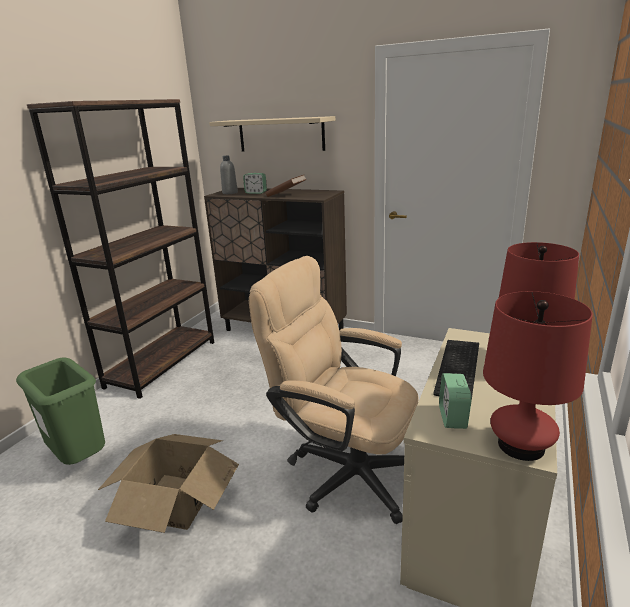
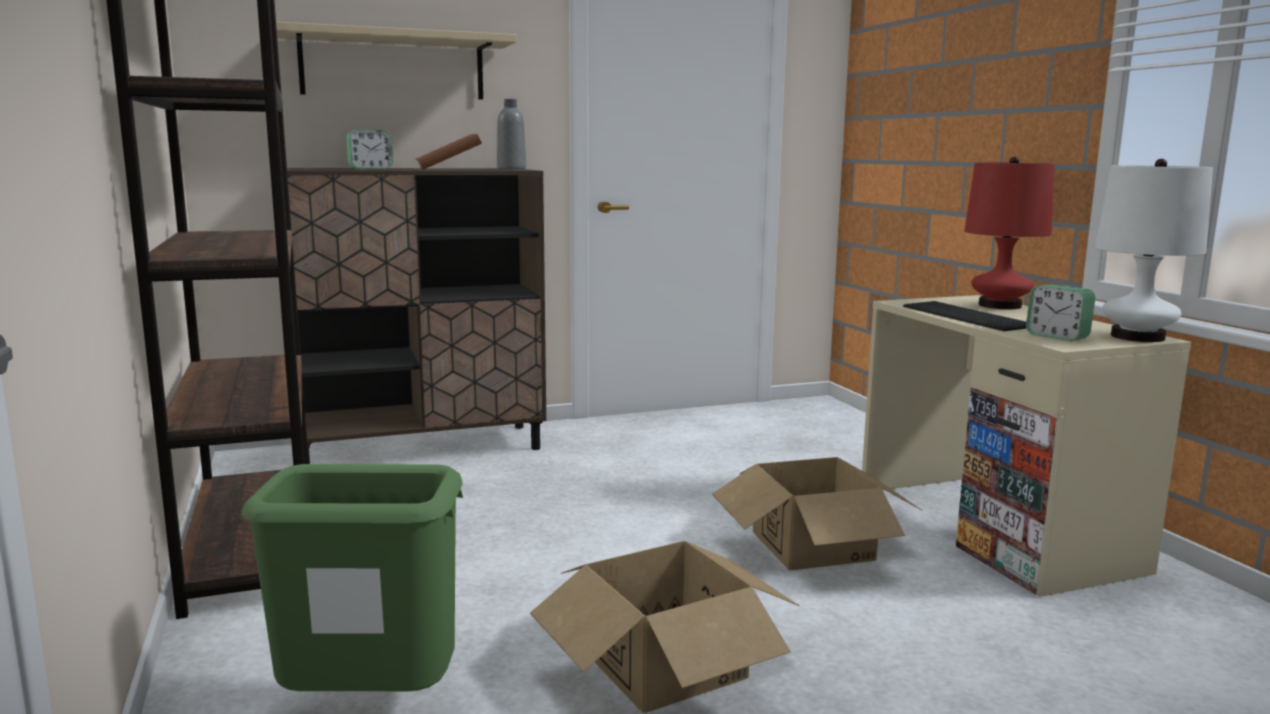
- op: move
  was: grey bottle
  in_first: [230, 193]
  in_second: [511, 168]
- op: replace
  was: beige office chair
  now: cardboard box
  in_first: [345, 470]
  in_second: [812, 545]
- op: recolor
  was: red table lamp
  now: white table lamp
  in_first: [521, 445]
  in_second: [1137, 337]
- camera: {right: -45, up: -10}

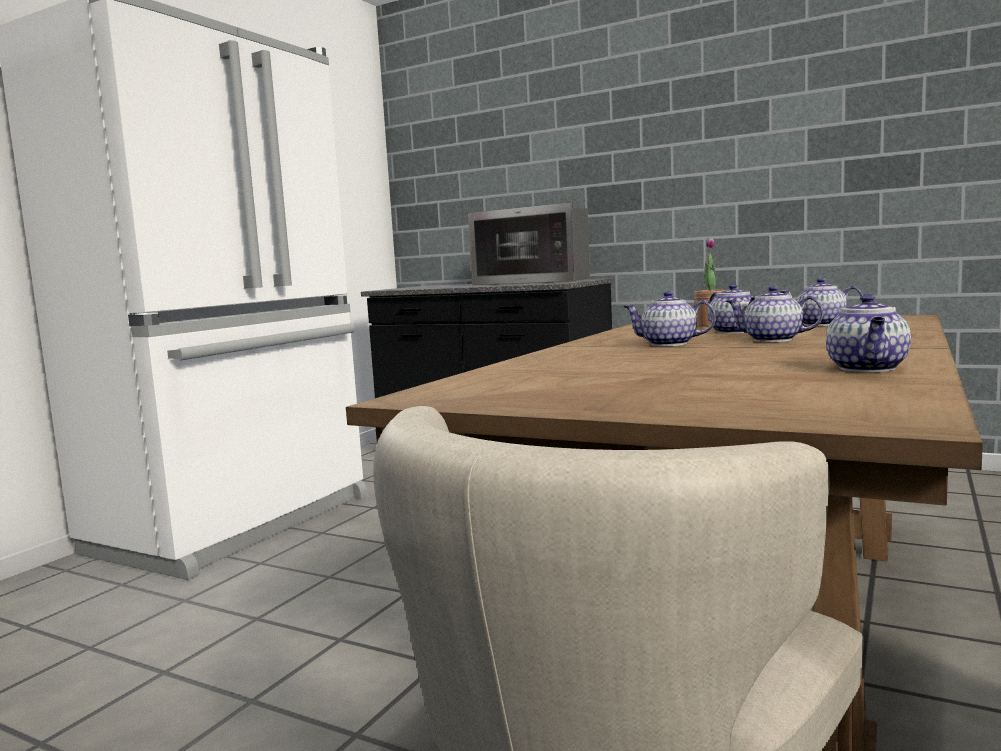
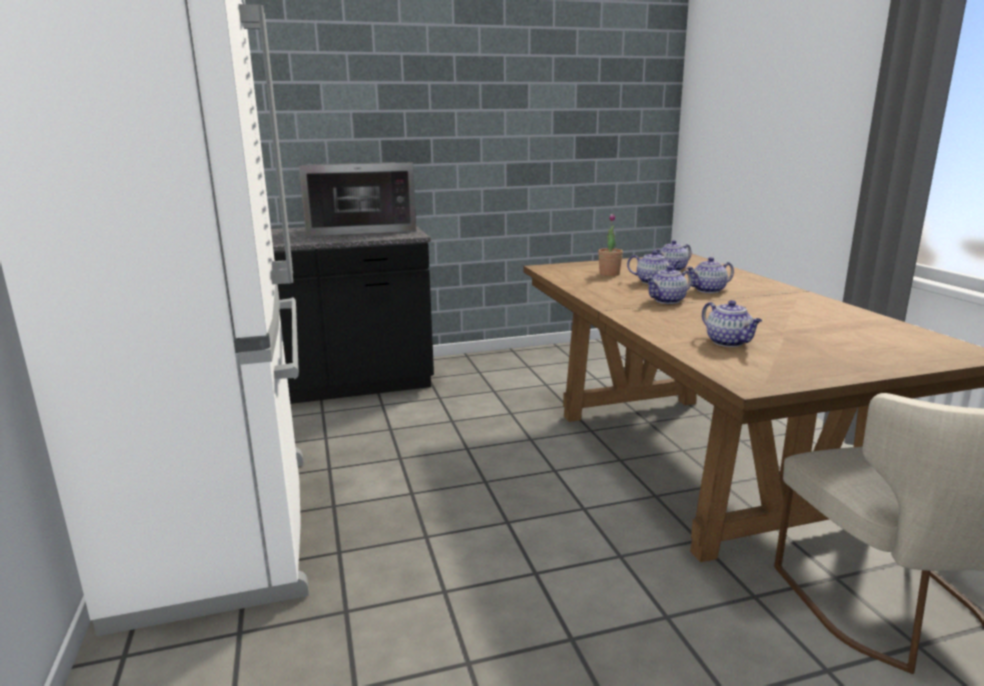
- op: move
  was: teapot
  in_first: [868, 368]
  in_second: [729, 342]
- camera: {right: -45, up: 10}

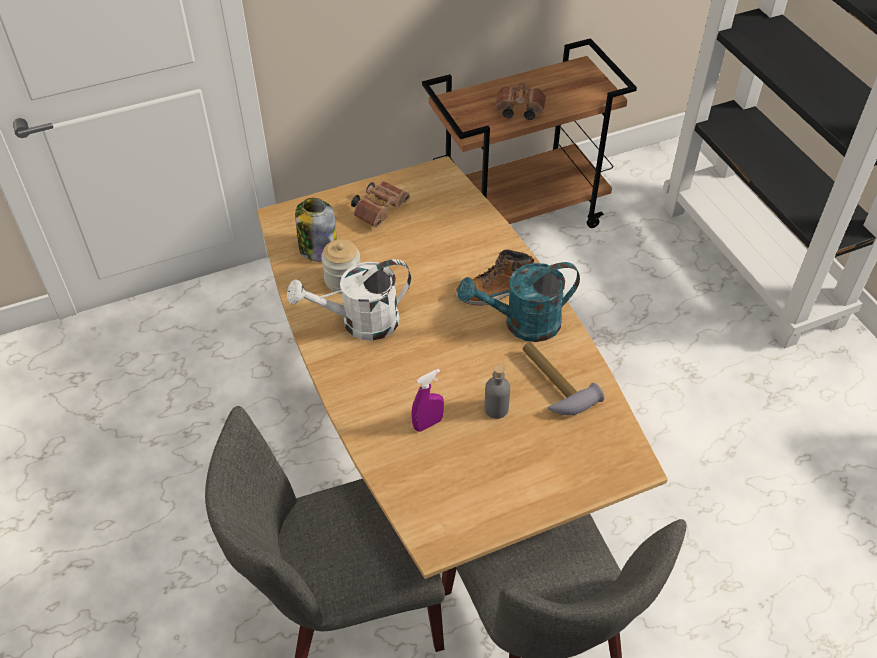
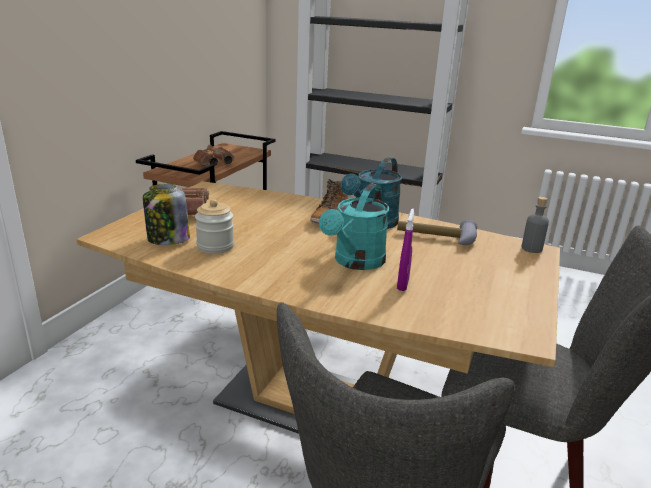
- op: delete
  was: white watering can
  in_first: [360, 323]
- op: insert
  now: turquoise watering can
  in_second: [355, 262]
- op: move
  was: grey bottle
  in_first: [496, 409]
  in_second: [531, 248]
- camera: {right: -45, up: -25}

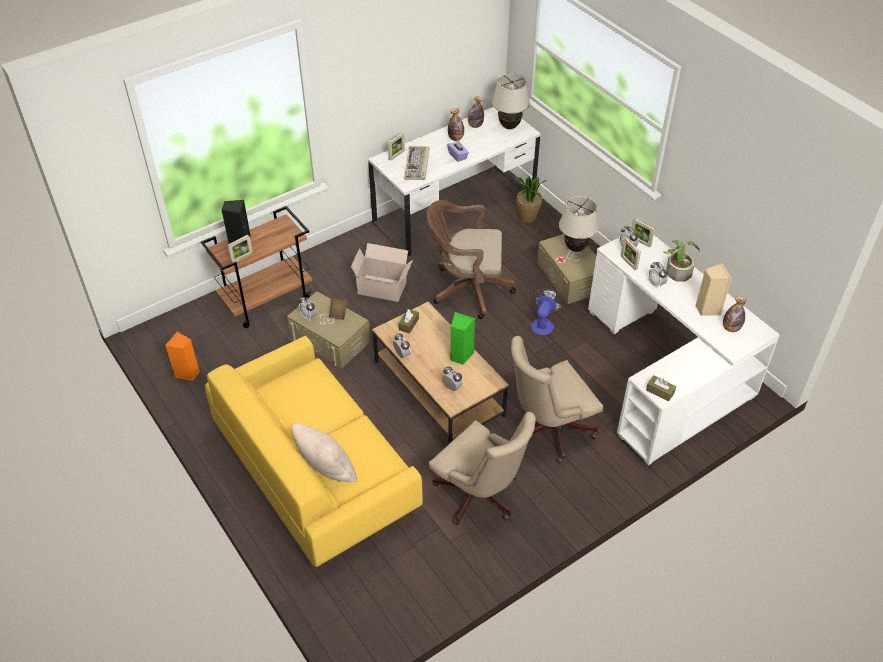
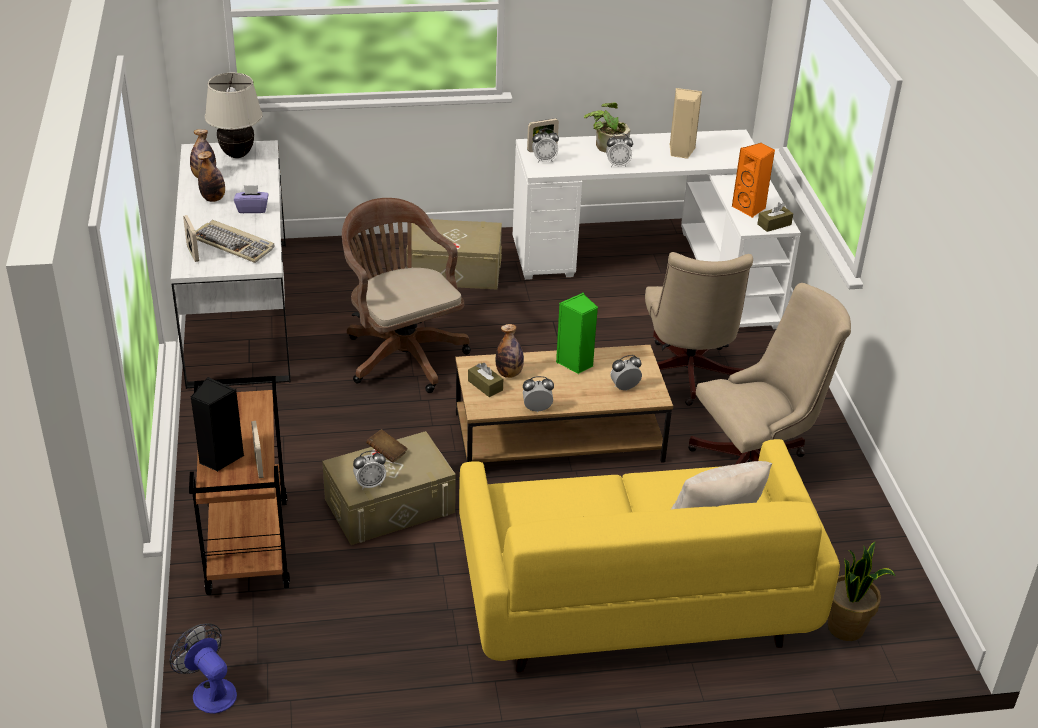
- op: delete
  was: cardboard box
  in_first: [383, 288]
- op: delete
  was: beige table lamp
  in_first: [575, 248]
- op: delete
  was: picture frame
  in_first: [628, 263]
- op: move
  was: orange speaker
  in_first: [188, 373]
  in_second: [750, 208]
- op: move
  was: potted plant
  in_first: [527, 217]
  in_second: [846, 628]
- op: move
  was: fan
  in_first: [543, 323]
  in_second: [209, 690]
- op: move
  was: bottle
  in_first: [731, 328]
  in_second: [509, 373]
- op: rotate
  was: brown office chair
  in_first: [467, 289]
  in_second: [402, 353]
  clockwise: 120
- camera: {right: -65, up: -10}

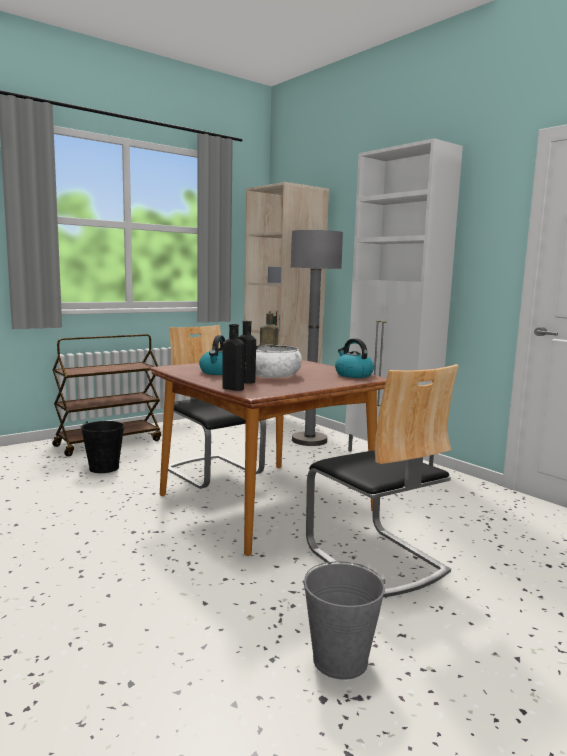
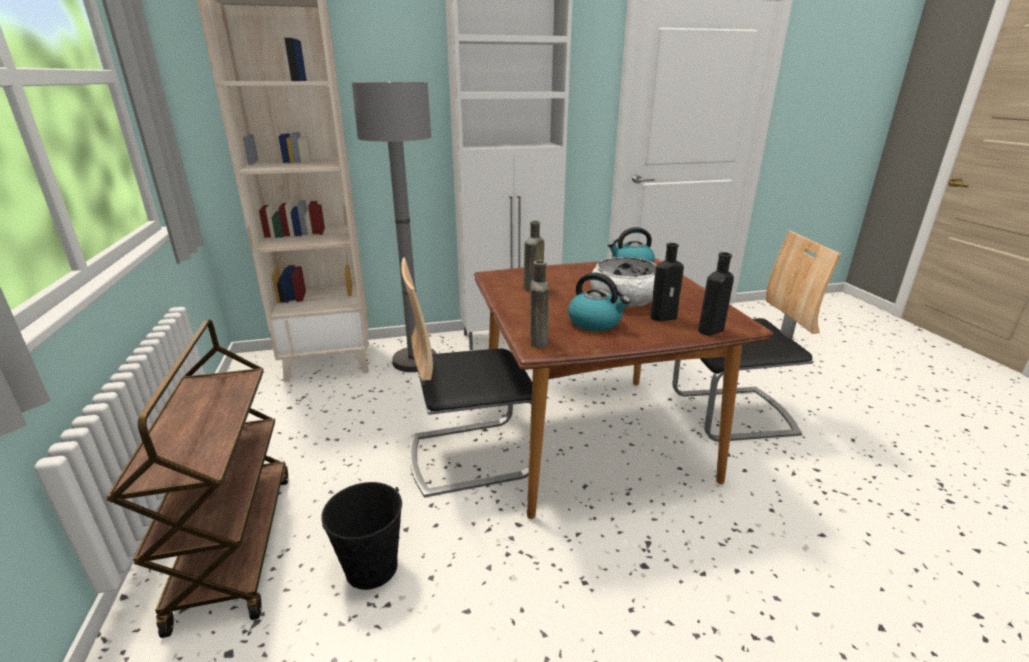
- op: delete
  was: grey bucket
  in_first: [340, 660]
- op: insert
  now: brown bottle
  in_second: [538, 340]
- camera: {right: -65, up: 15}

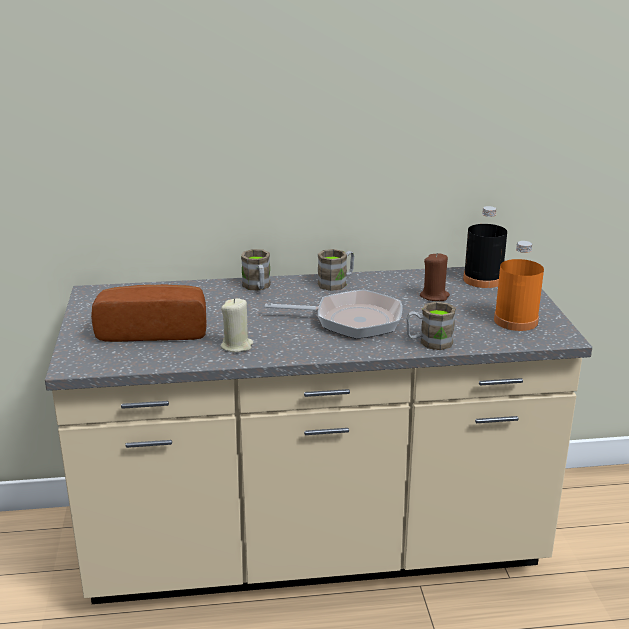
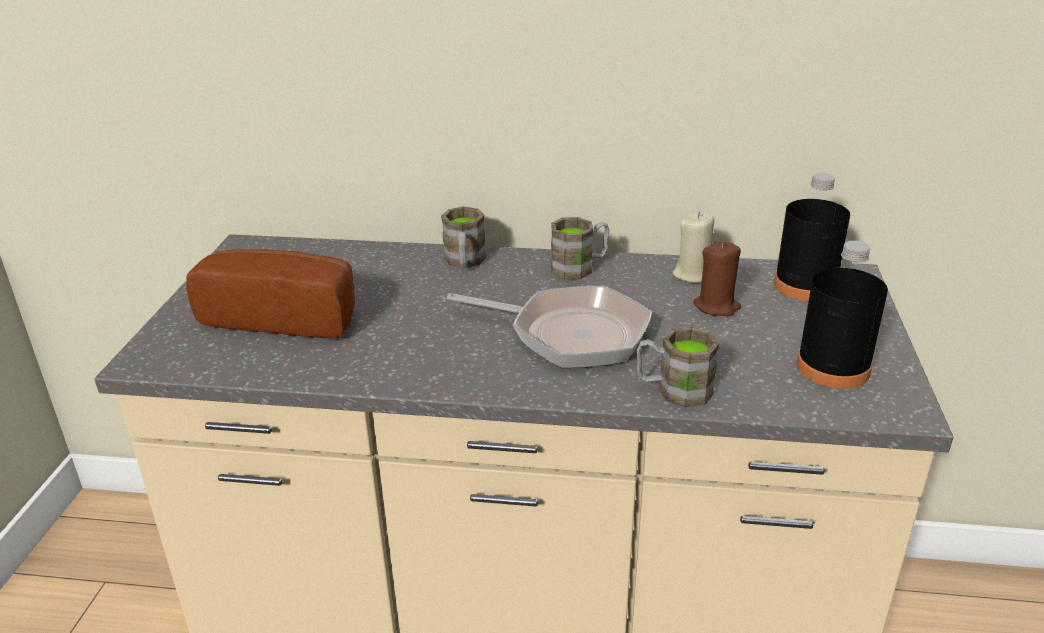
- op: move
  was: beige candle
  in_first: [237, 346]
  in_second: [693, 274]
- op: recolor
  was: orange bottle
  now: black bottle
  in_first: [515, 321]
  in_second: [832, 367]
- camera: {right: 15, up: 5}

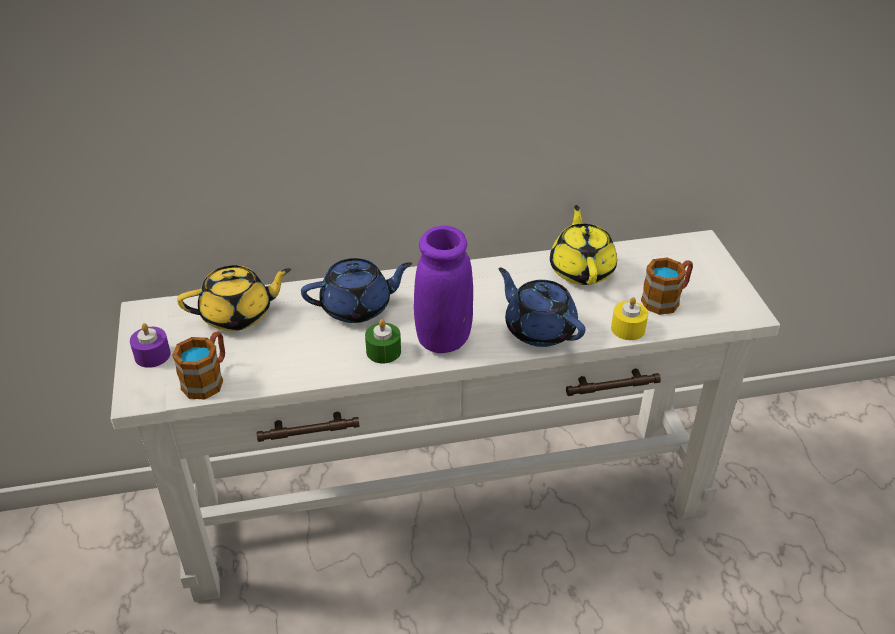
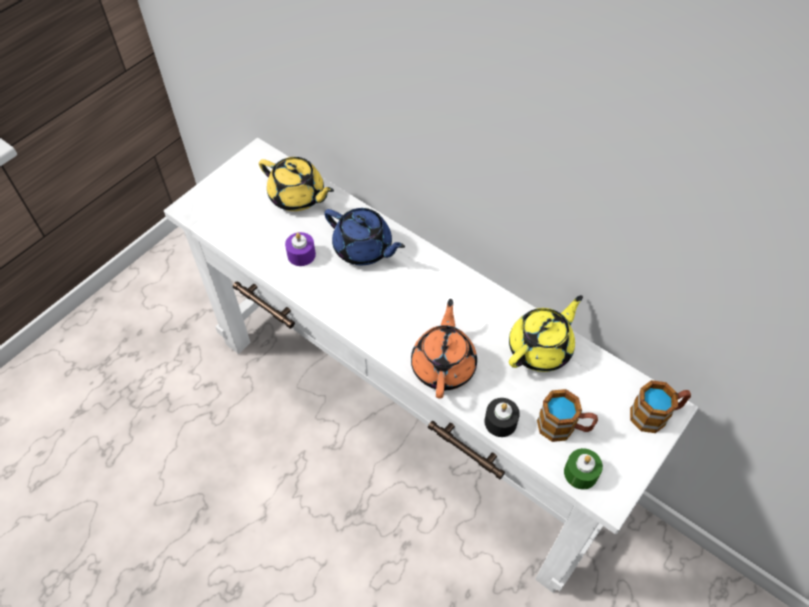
- op: delete
  was: purple vase
  in_first: [444, 339]
- op: move
  was: purple candle
  in_first: [152, 355]
  in_second: [301, 255]
- op: move
  was: mug
  in_first: [208, 379]
  in_second: [655, 414]
- op: move
  was: green candle
  in_first: [383, 351]
  in_second: [580, 473]
- op: recolor
  was: blue teapot
  now: orange teapot
  in_first: [539, 329]
  in_second: [443, 365]
- op: recolor
  was: yellow candle
  now: black candle
  in_first: [628, 329]
  in_second: [500, 422]
- camera: {right: 50, up: 15}

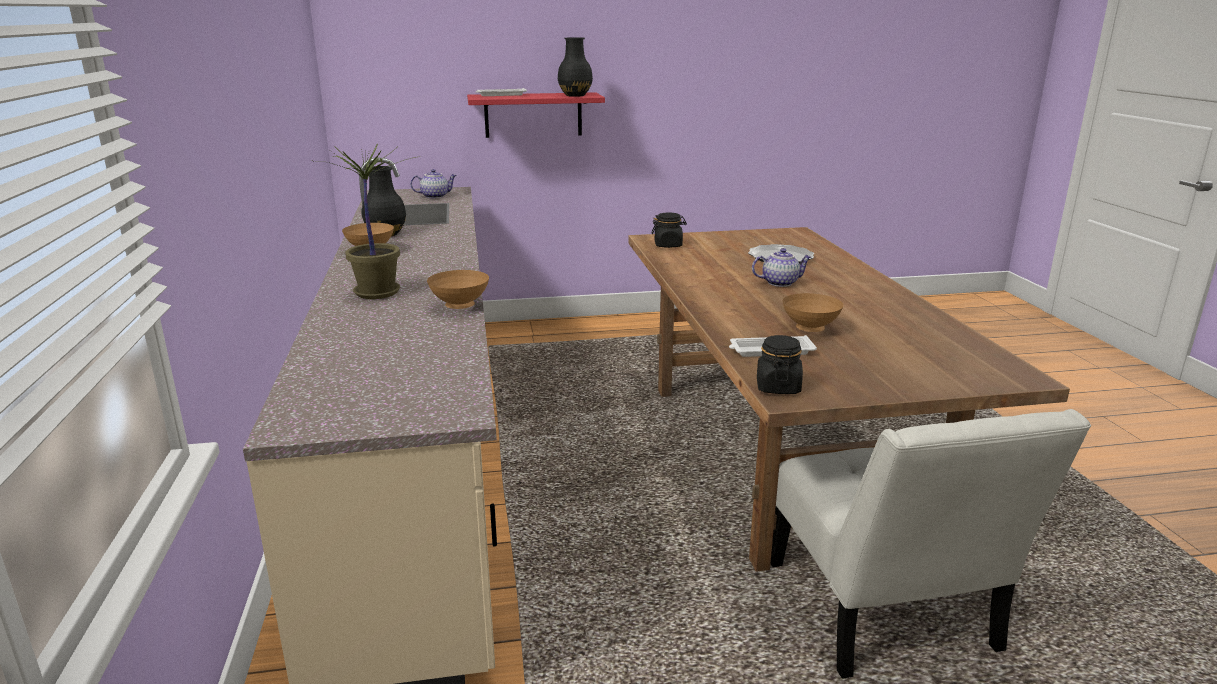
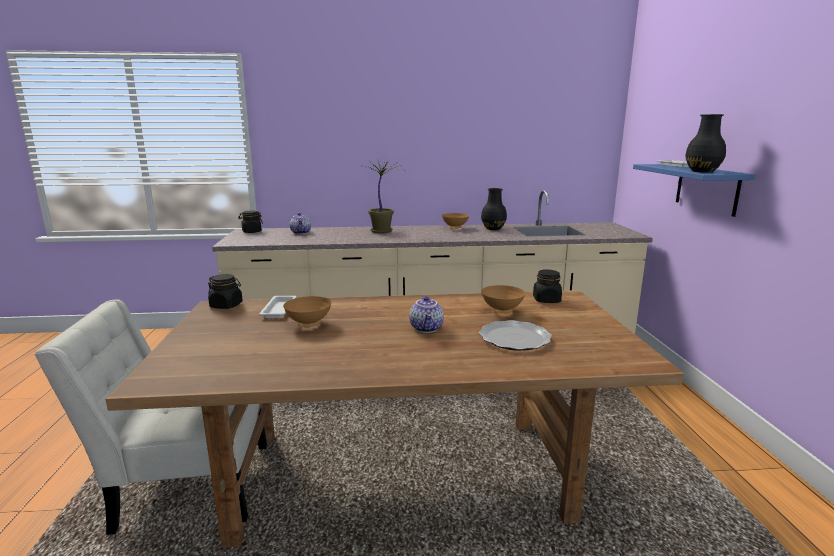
- op: insert
  now: black jar
  in_second: [251, 231]
- op: move
  was: teapot
  in_first: [435, 196]
  in_second: [301, 233]
- op: move
  was: brown bowl
  in_first: [461, 306]
  in_second: [502, 312]
- op: recolor
  was: red shelf
  now: blue shelf
  in_first: [533, 115]
  in_second: [706, 188]
- camera: {right: 95, up: -5}

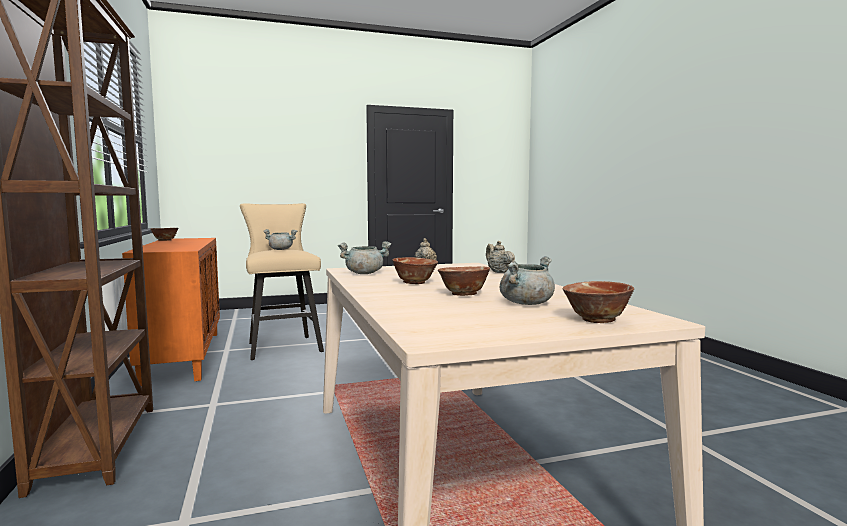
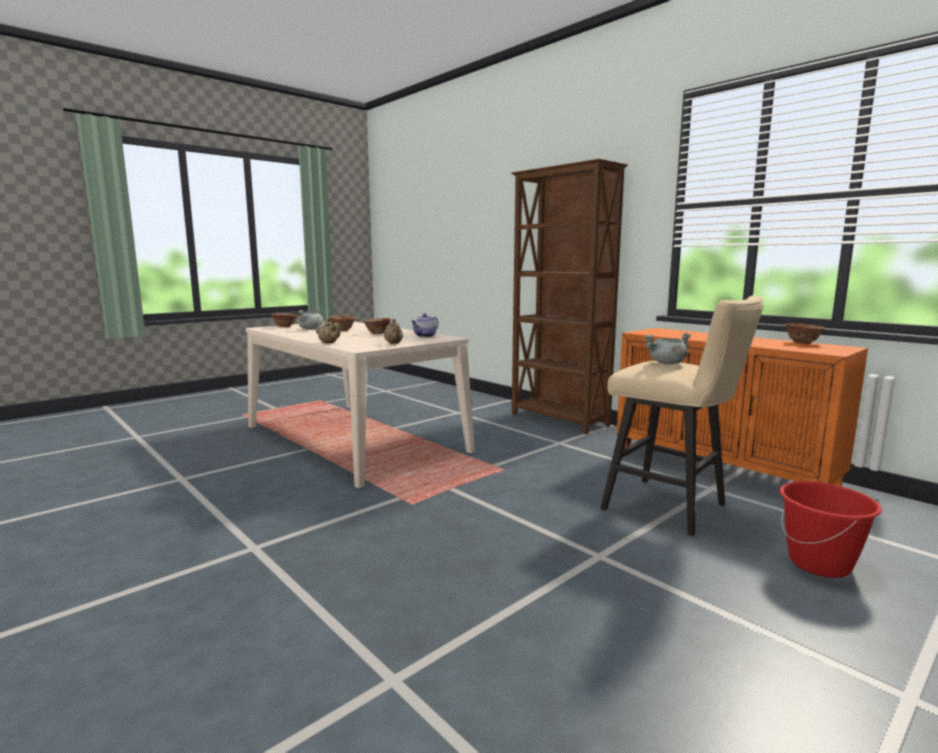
- op: insert
  now: red bucket
  in_second: [819, 564]
- op: replace
  was: grey cooking pot
  now: teapot
  in_first: [364, 273]
  in_second: [425, 336]
- camera: {right: 155, up: 5}

